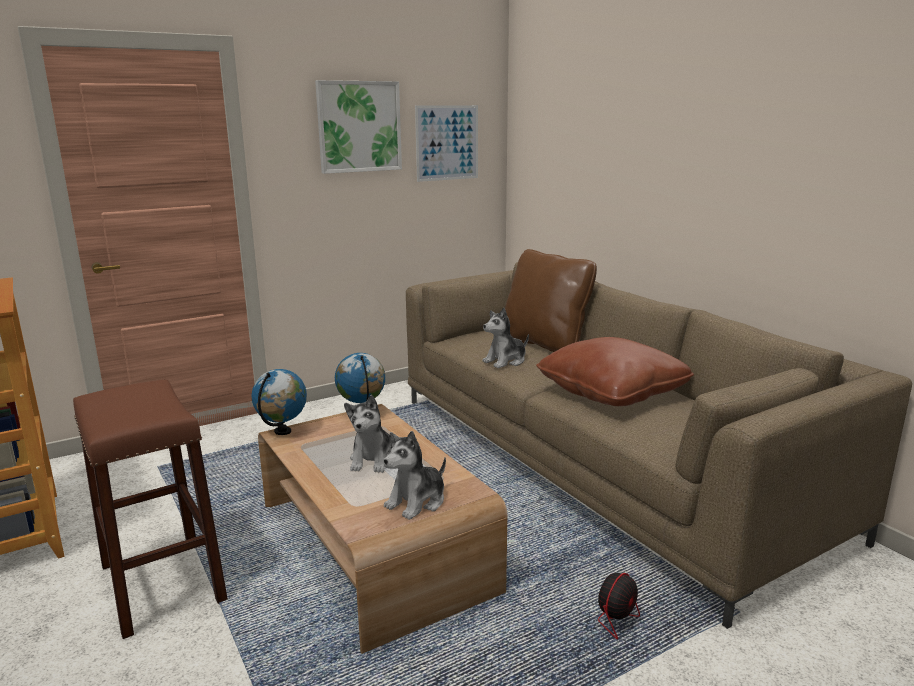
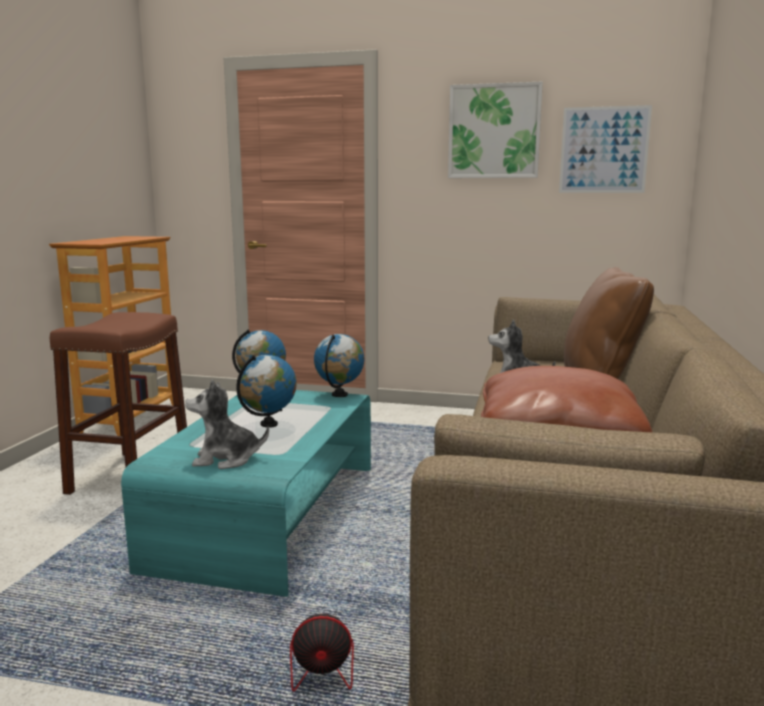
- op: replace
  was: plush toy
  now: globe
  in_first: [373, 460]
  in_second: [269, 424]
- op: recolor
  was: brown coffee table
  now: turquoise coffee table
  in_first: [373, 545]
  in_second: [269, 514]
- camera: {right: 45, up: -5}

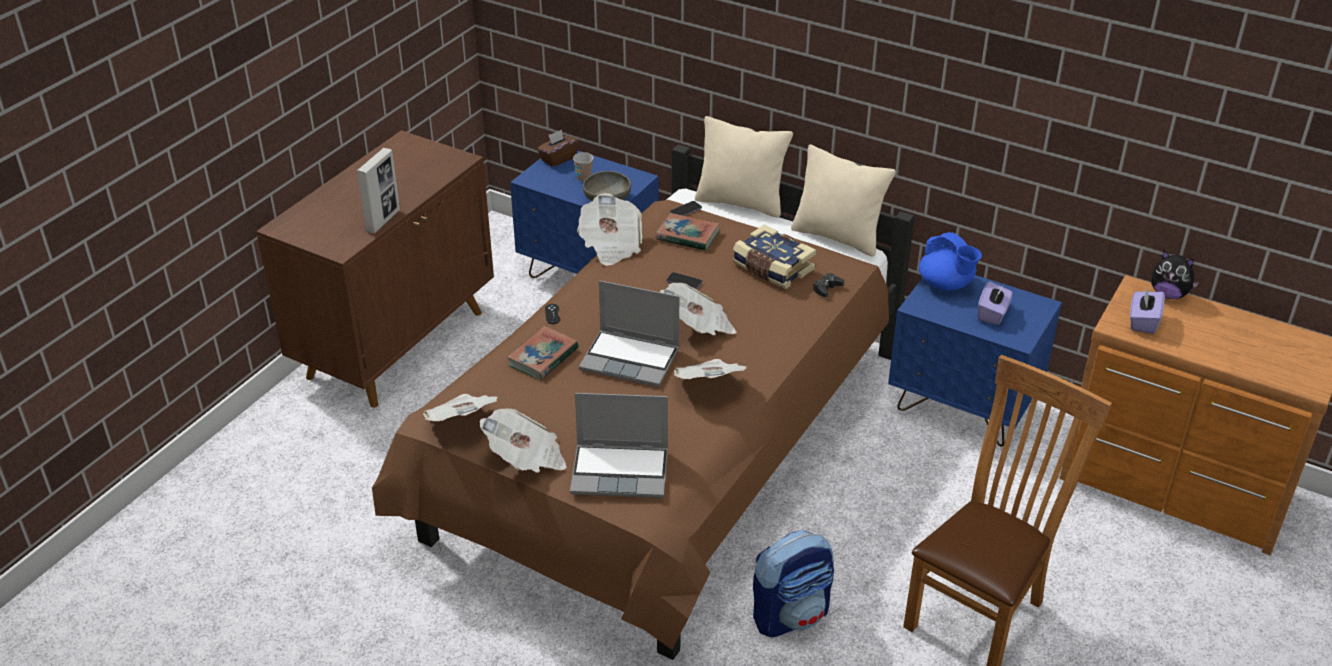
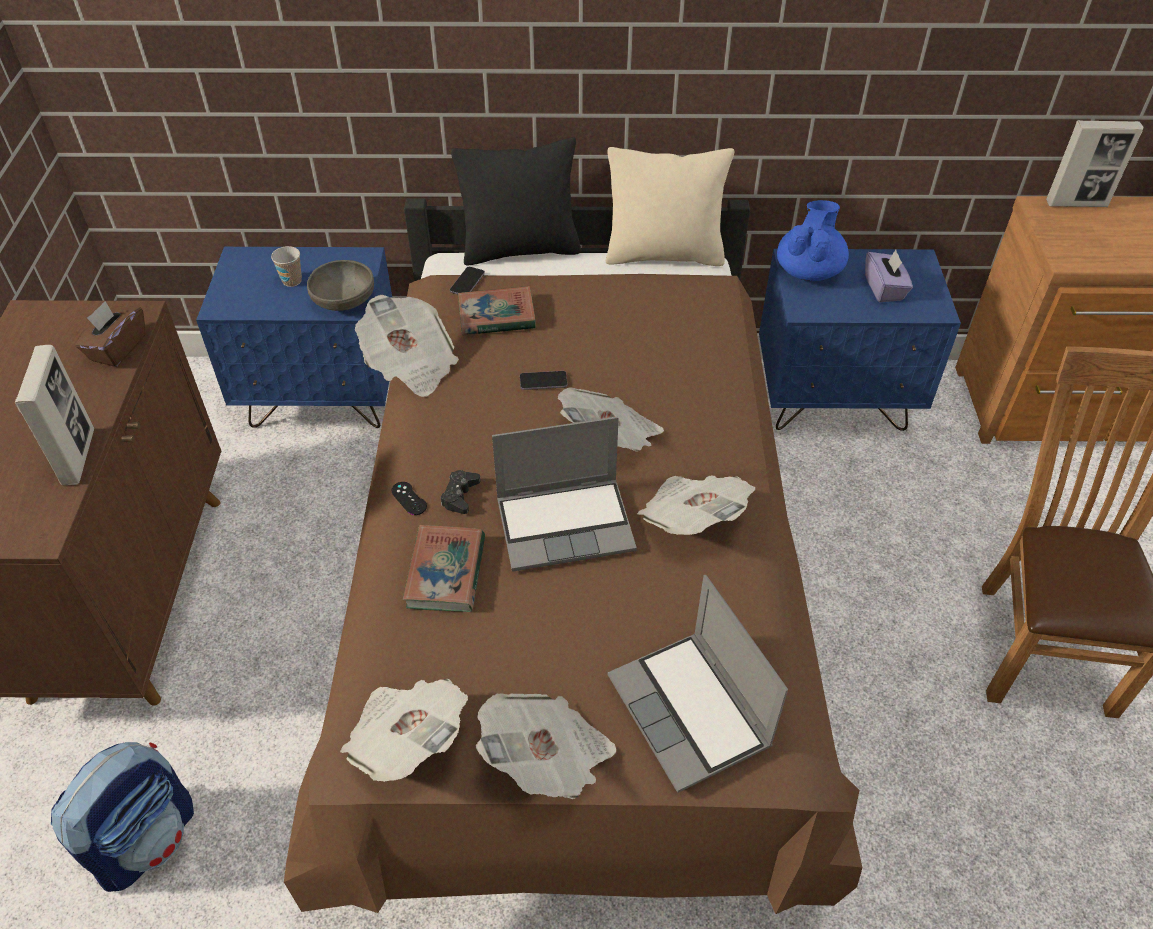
- op: delete
  was: book
  in_first: [772, 268]
- op: delete
  was: purple tissue box
  in_first: [1143, 322]
- op: move
  was: brown tissue box
  in_first: [558, 158]
  in_second: [118, 348]
- op: move
  was: backpack
  in_first: [791, 615]
  in_second: [146, 838]
- op: move
  was: black game controller
  in_first: [827, 288]
  in_second: [460, 495]
- op: replace
  was: plush toy
  now: picture frame
  in_first: [1168, 294]
  in_second: [1076, 203]
- op: recolor
  was: beige pillow
  now: black pillow
  in_first: [741, 202]
  in_second: [521, 249]
- op: rotate
  was: laptop
  in_first: [621, 471]
  in_second: [691, 712]
  clockwise: 90
- op: rotate
  was: blue teapot
  in_first: [946, 284]
  in_second: [809, 271]
  clockwise: -90
- camera: {right: -30, up: 10}

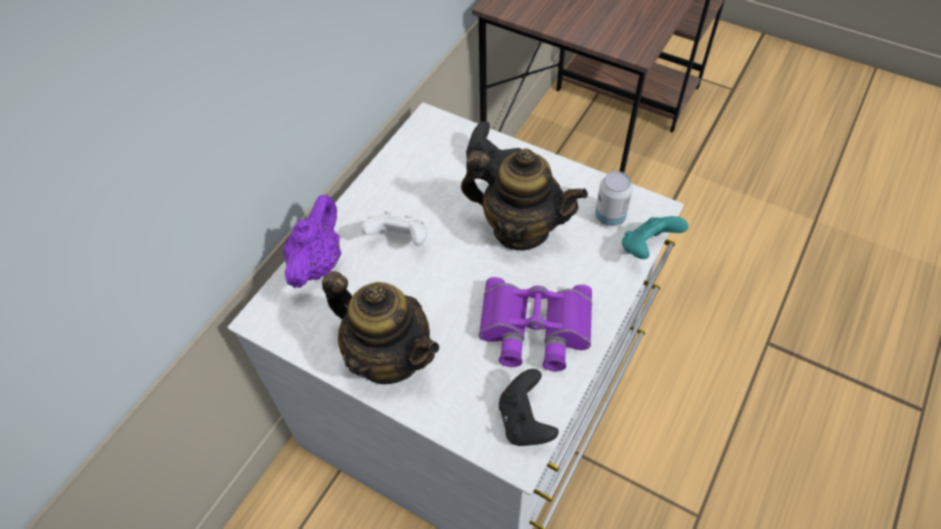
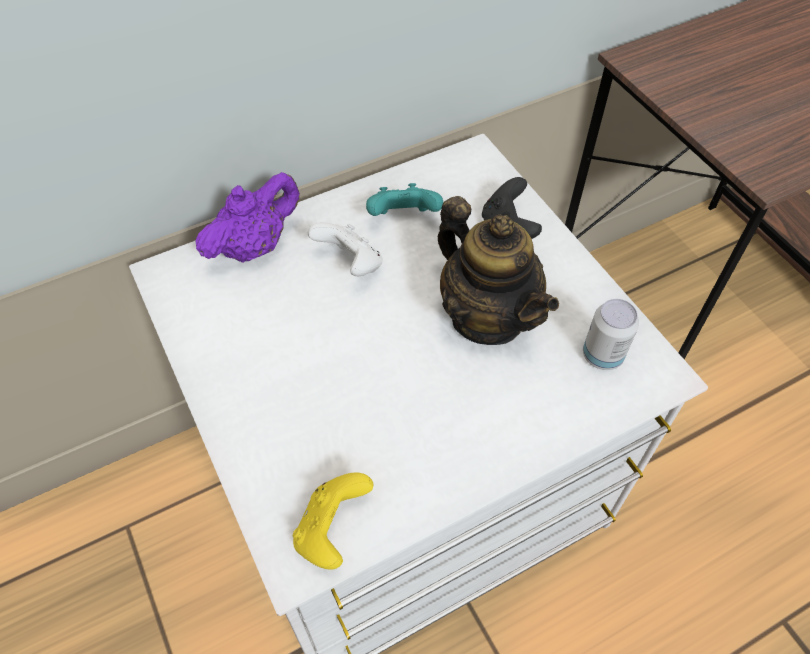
- op: delete
  was: teapot
  in_first: [389, 356]
- op: delete
  was: purple binoculars
  in_first: [534, 330]
- op: move
  was: turquoise game controller
  in_first: [647, 248]
  in_second: [403, 218]
- op: recolor
  was: black game controller
  now: yellow game controller
  in_first: [525, 421]
  in_second: [332, 530]
- camera: {right: 30, up: 0}

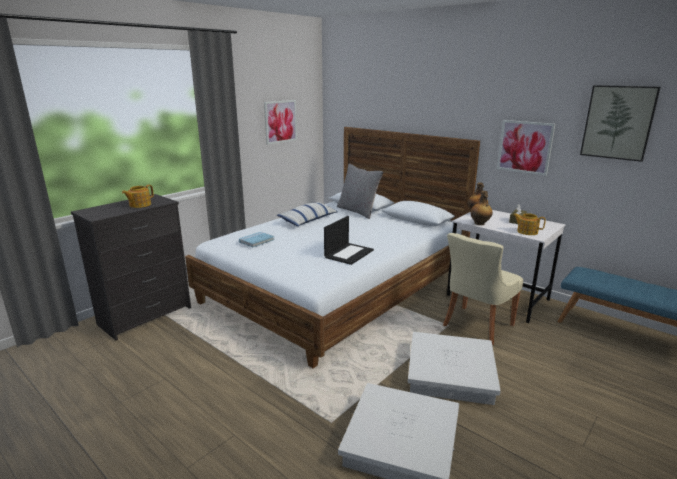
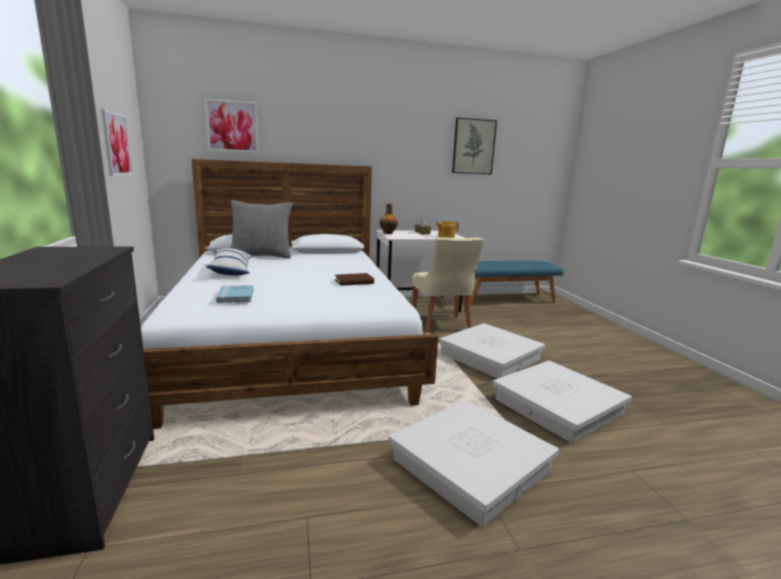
- op: delete
  was: teapot
  in_first: [139, 205]
- op: delete
  was: bottle
  in_first: [479, 224]
- op: insert
  now: white storage box
  in_second: [470, 465]
- op: move
  was: picture
  in_first: [525, 147]
  in_second: [232, 126]
- op: replace
  was: laptop
  now: brown book
  in_first: [349, 253]
  in_second: [354, 282]
- camera: {right: -55, up: -5}

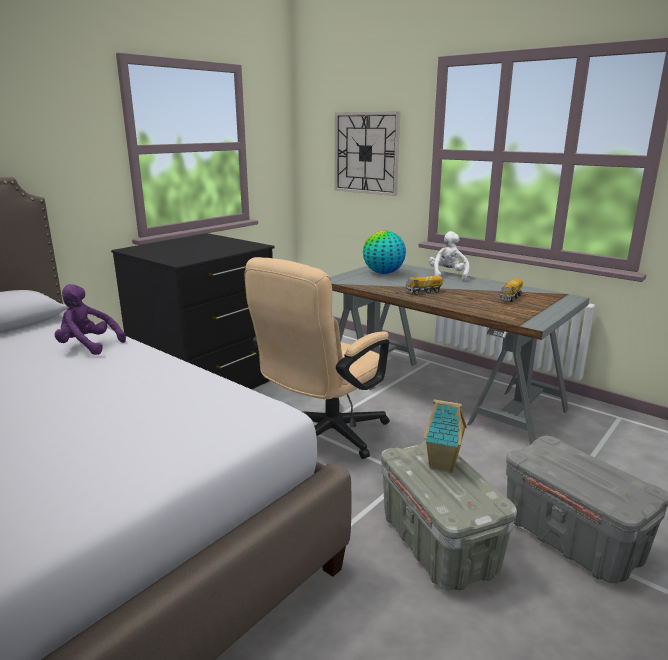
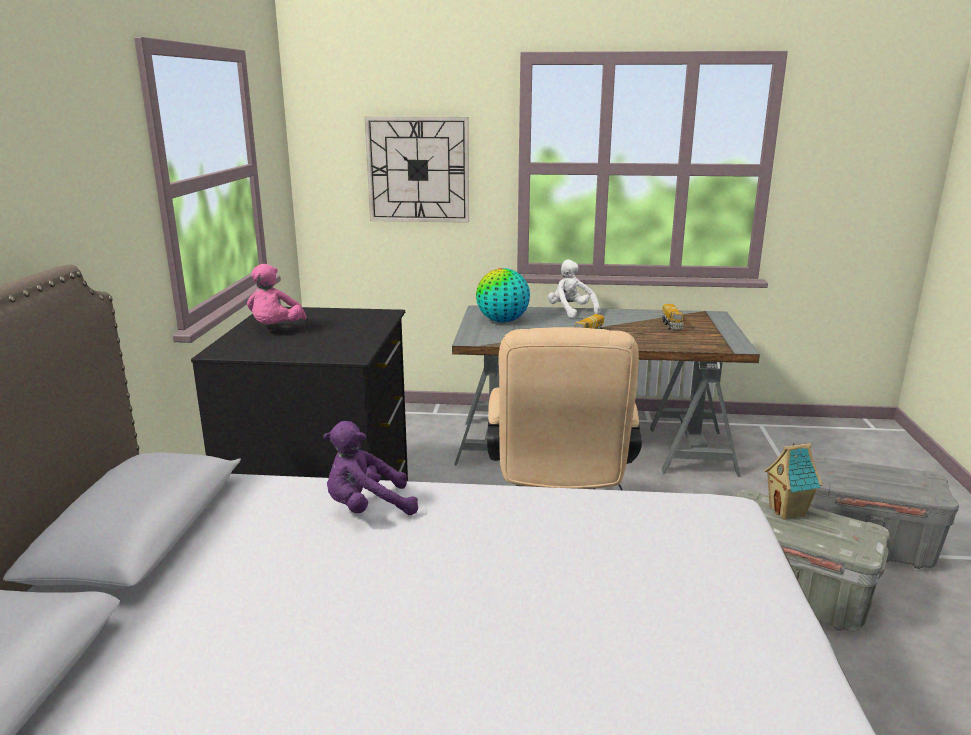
- op: insert
  now: pink plush toy
  in_second: [276, 329]
- camera: {right: -35, up: 0}

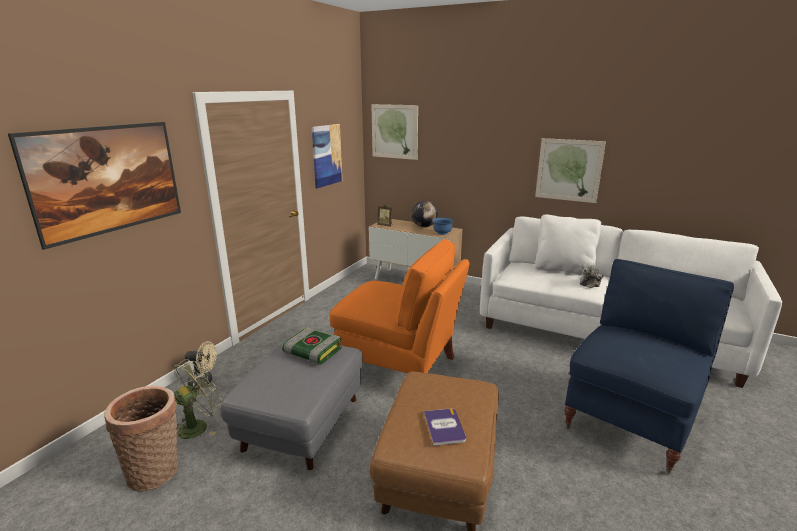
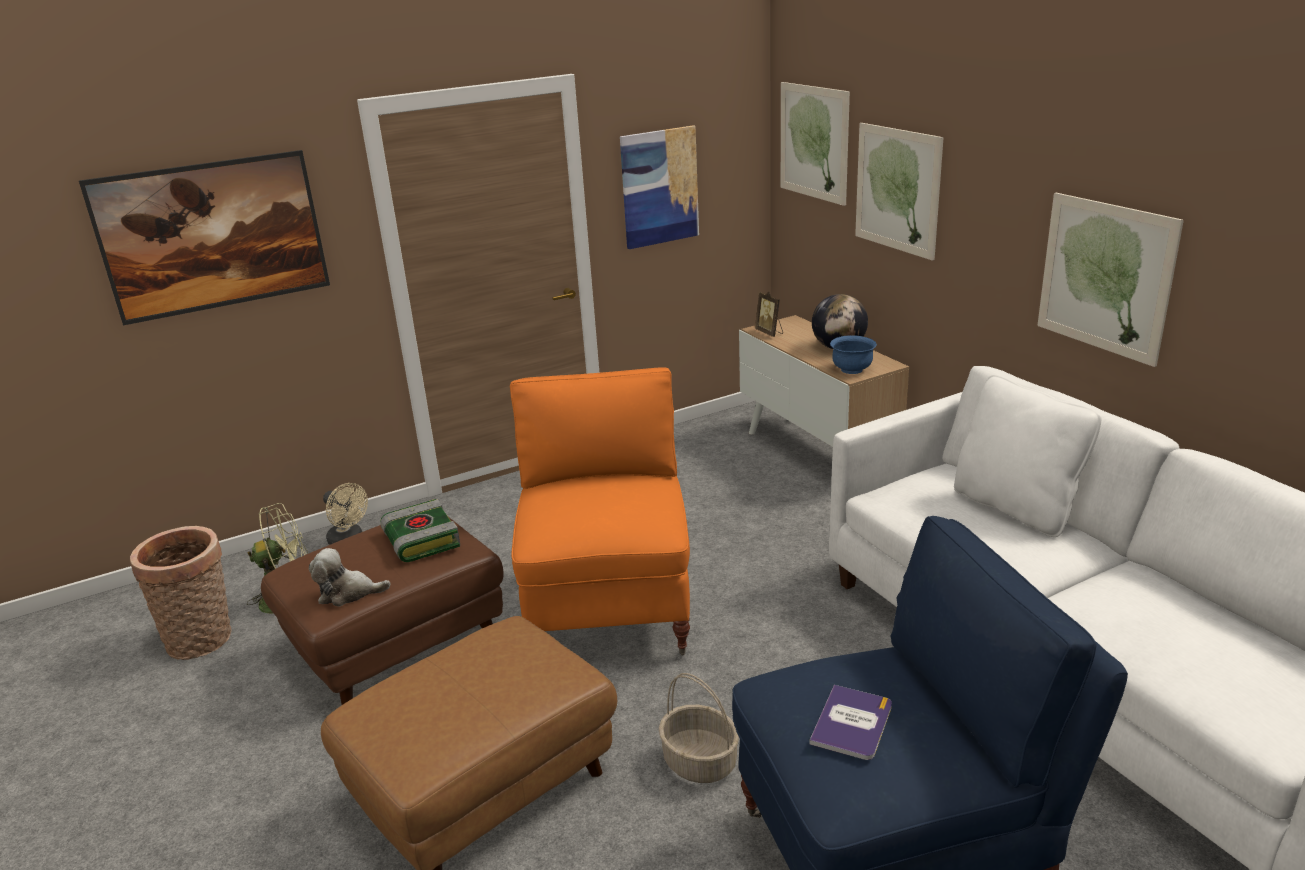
- op: insert
  now: basket
  in_second: [700, 762]
- op: insert
  now: picture
  in_second: [897, 189]
- op: move
  was: book
  in_first: [444, 427]
  in_second: [852, 723]
- op: move
  was: plush toy
  in_first: [590, 283]
  in_second: [348, 593]
- op: recolor
  was: grey ottoman
  now: brown ottoman
  in_first: [301, 423]
  in_second: [397, 642]
- op: rotate
  was: orange armchair
  in_first: [399, 367]
  in_second: [610, 608]
  clockwise: -150
- camera: {right: 35, up: 5}

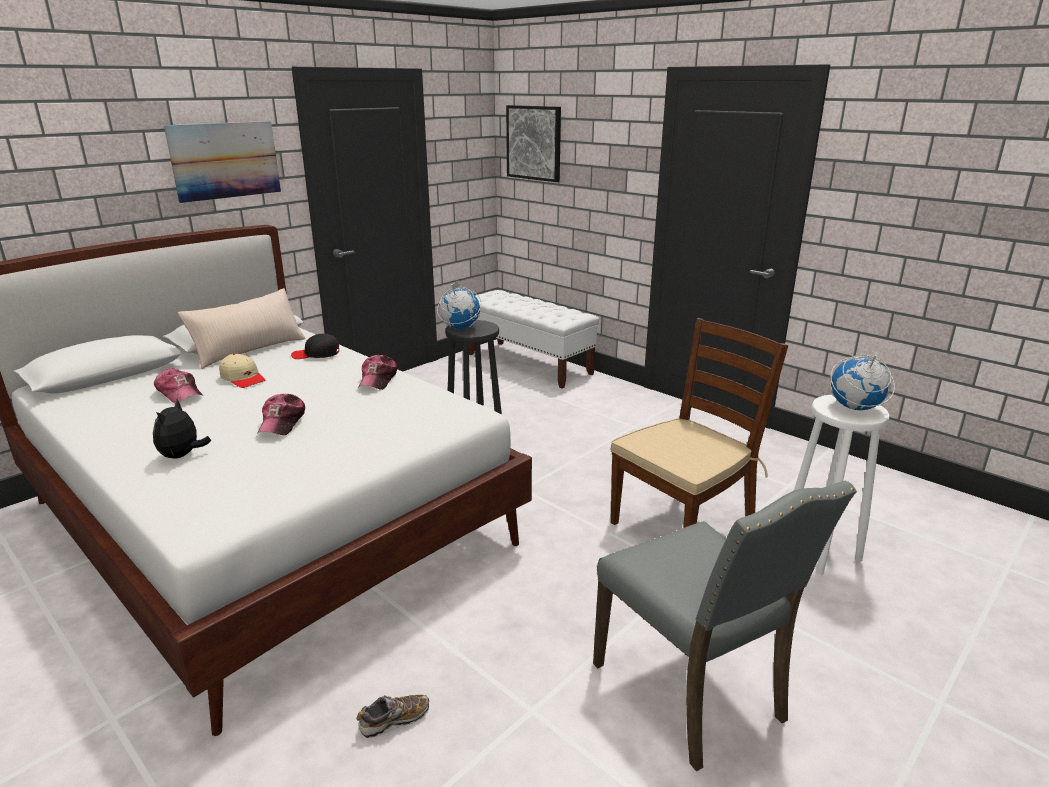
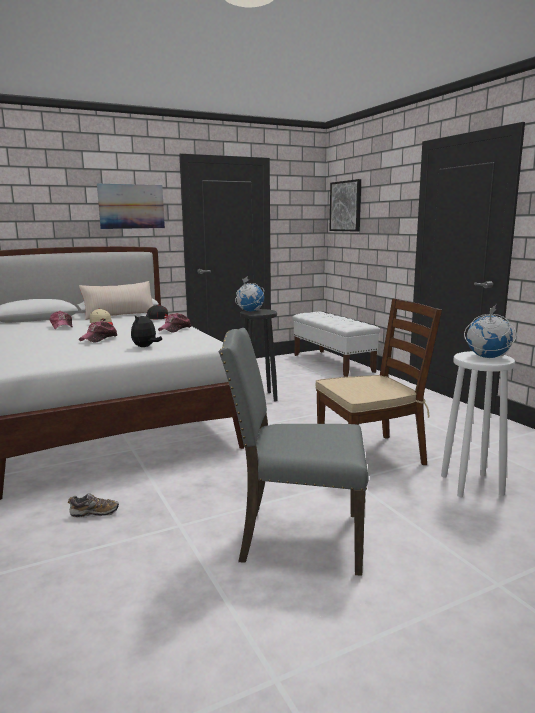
- op: move
  was: plush toy
  in_first: [182, 456]
  in_second: [145, 347]
- op: rotate
  was: grey chair
  in_first: [693, 692]
  in_second: [297, 538]
  clockwise: 105
- camera: {right: 20, up: -10}

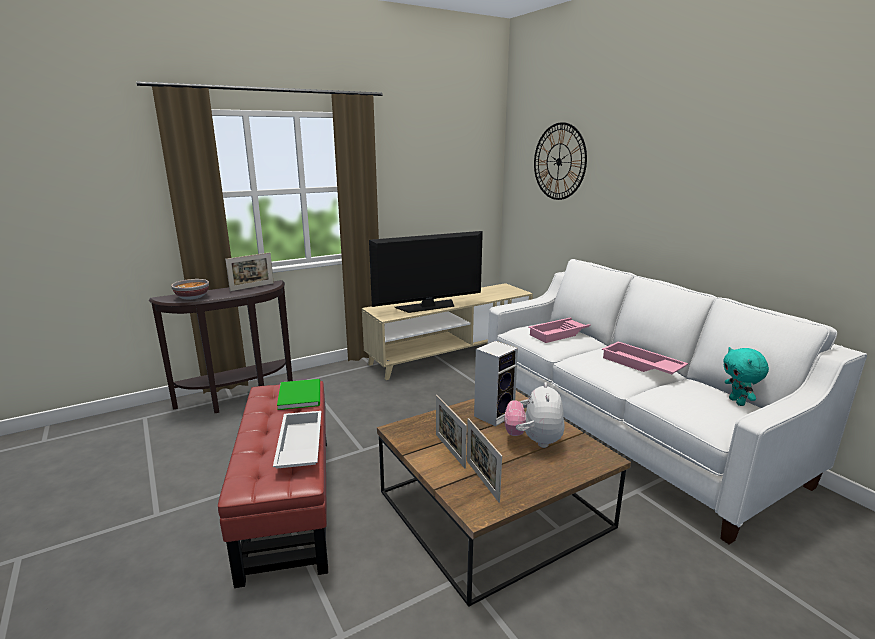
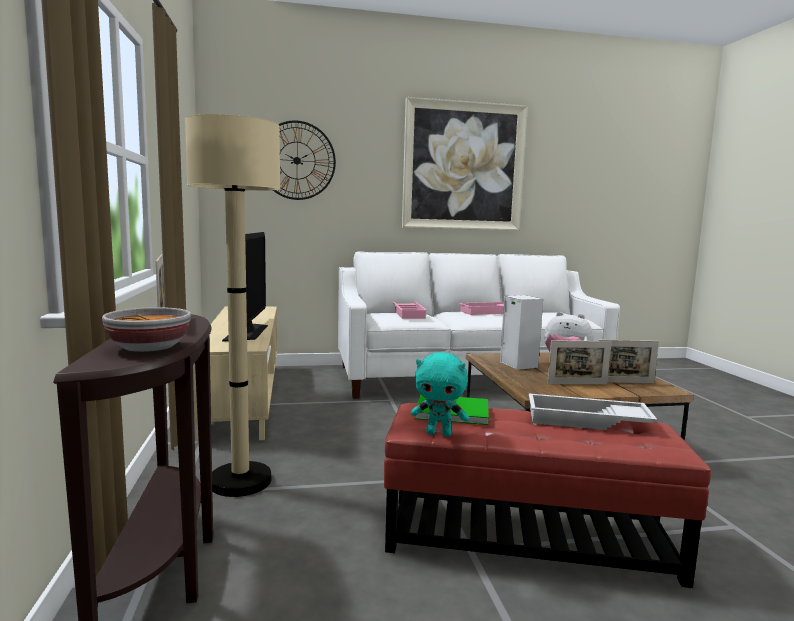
- op: insert
  now: beige floor lamp
  in_second: [240, 481]
- op: insert
  now: picture
  in_second: [463, 166]
- op: move
  was: turquoise plush toy
  in_first: [737, 402]
  in_second: [439, 433]
- camera: {right: -70, up: -10}

